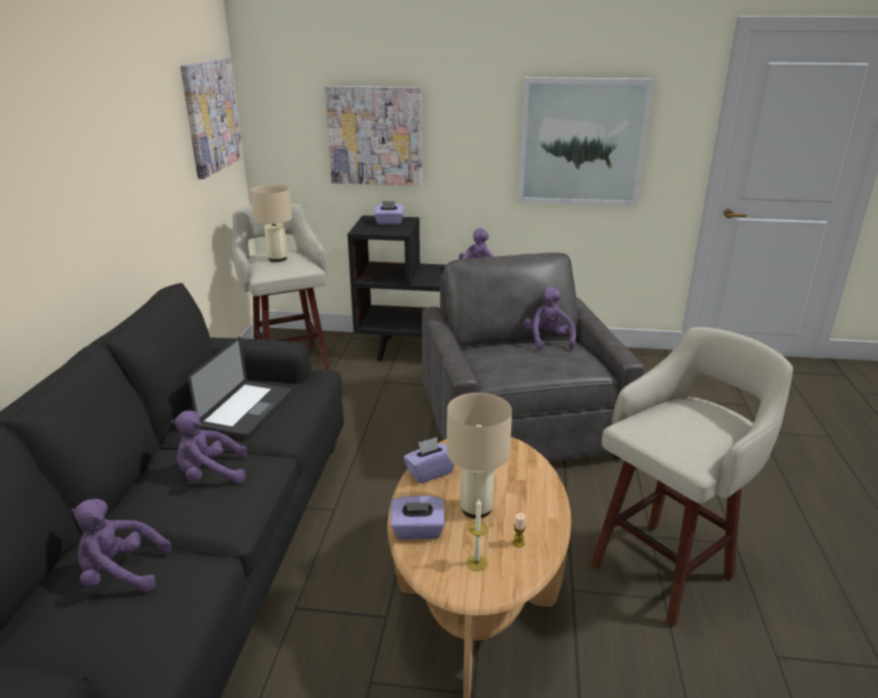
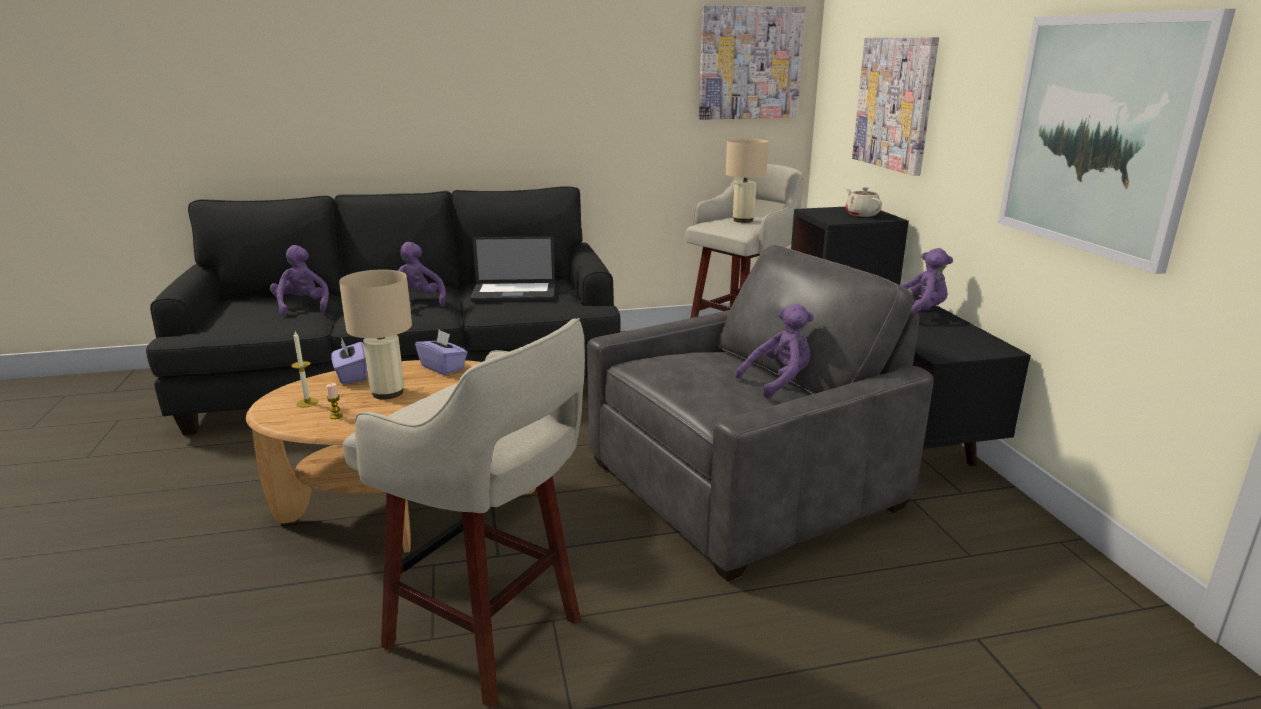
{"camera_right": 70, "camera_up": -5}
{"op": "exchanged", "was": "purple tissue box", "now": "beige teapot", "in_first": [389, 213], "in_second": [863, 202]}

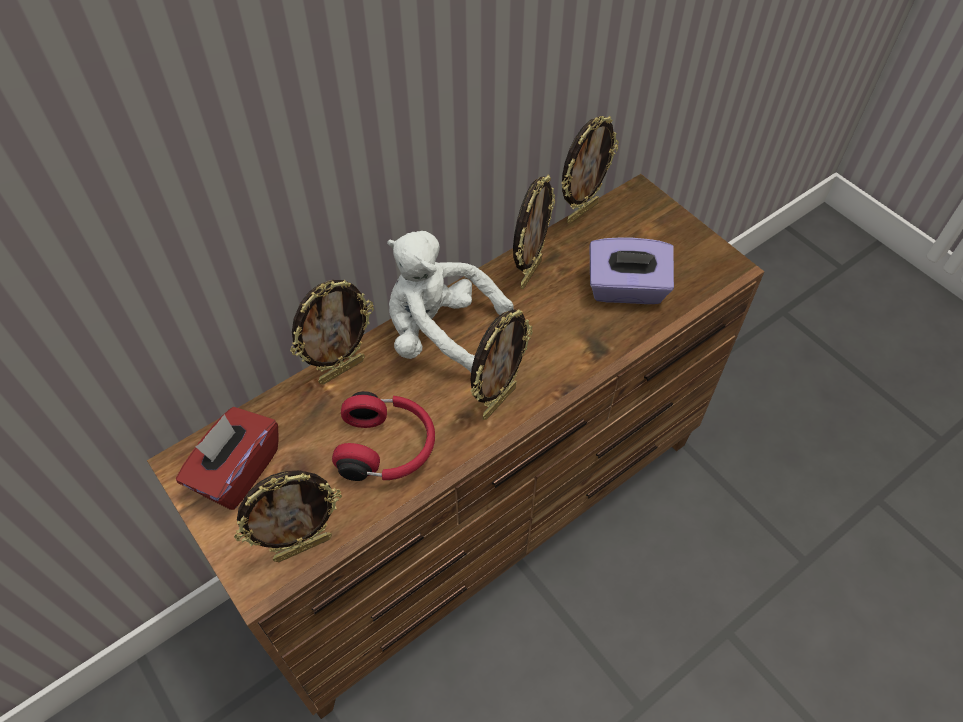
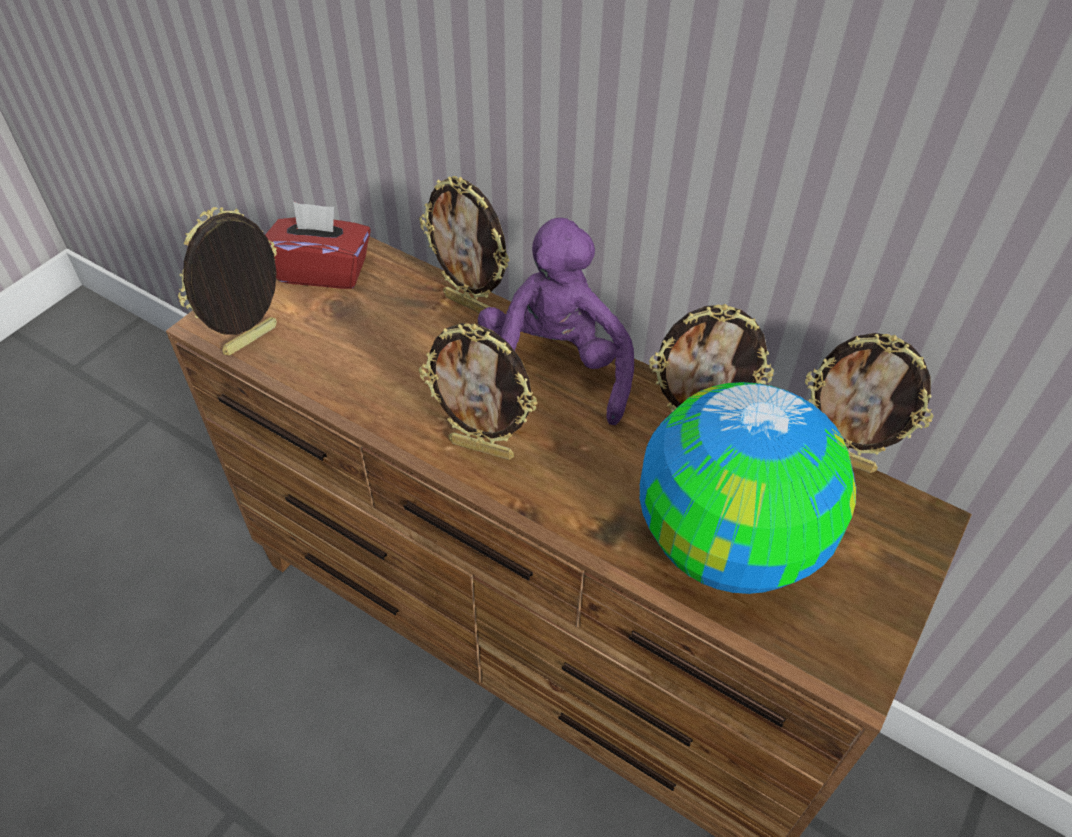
{"camera_right": 70, "camera_up": -5}
{"op": "colour", "was": "white plush toy", "now": "purple plush toy", "in_first": [450, 301], "in_second": [556, 321]}
{"op": "exchanged", "was": "purple tissue box", "now": "globe", "in_first": [631, 271], "in_second": [748, 488]}
{"op": "missing", "was": "red headphones", "in_first": [383, 436]}
{"op": "spun", "was": "picture frame", "in_first": [288, 516], "in_second": [227, 281], "clockwise": 90}

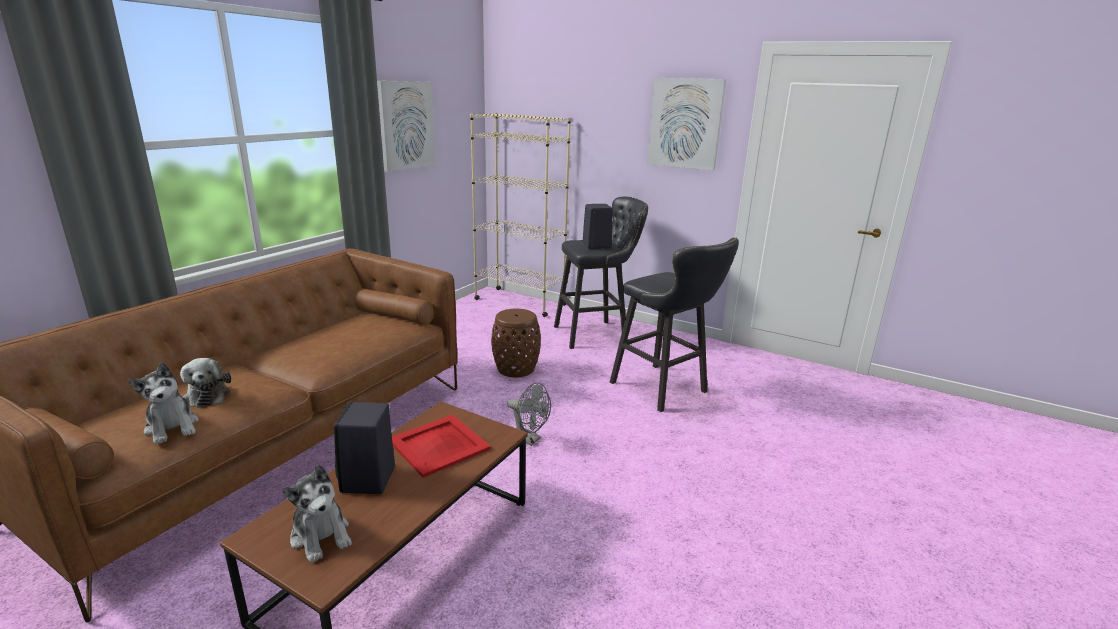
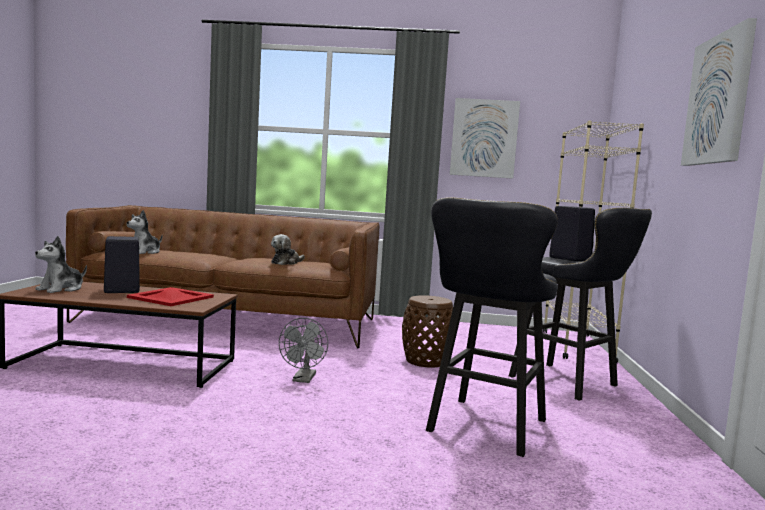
{"camera_right": 65, "camera_up": -15}
{"op": "relocated", "was": "plush toy", "in_first": [205, 383], "in_second": [288, 249]}

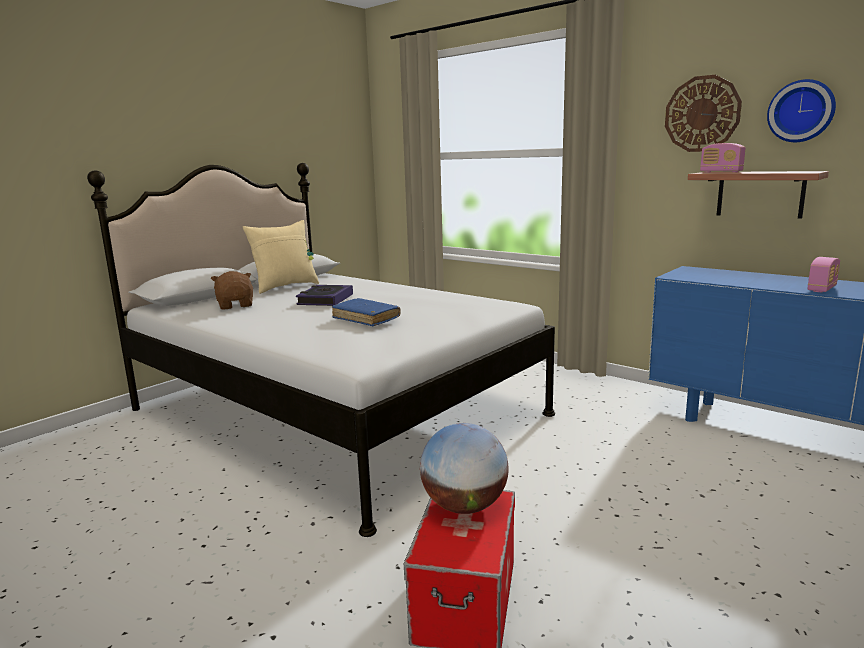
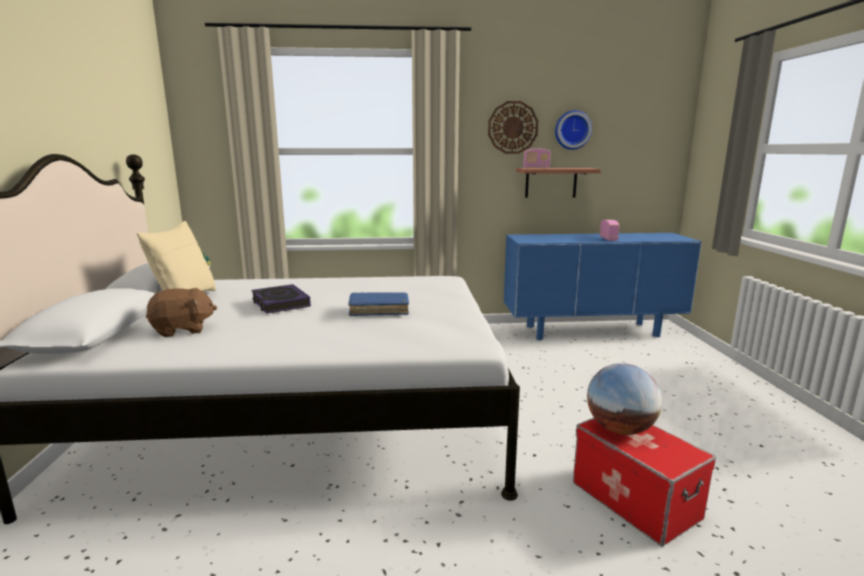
{"camera_right": -45, "camera_up": 0}
{"op": "spun", "was": "brown plush toy", "in_first": [232, 290], "in_second": [181, 312], "clockwise": 135}

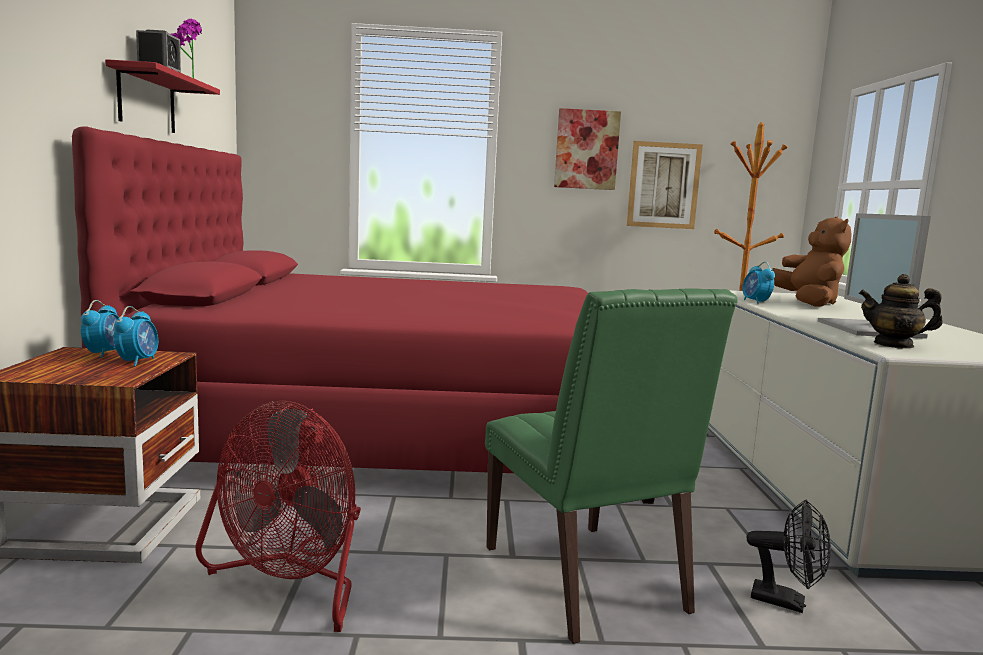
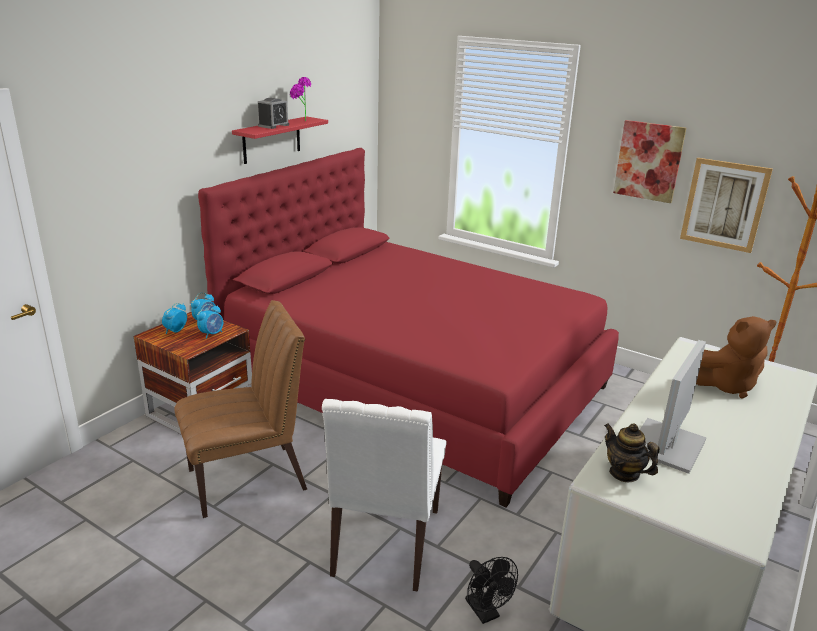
{"camera_right": 35, "camera_up": 15}
{"op": "spun", "was": "brown plush toy", "in_first": [811, 262], "in_second": [736, 357], "clockwise": 45}
{"op": "relocated", "was": "alarm clock", "in_first": [759, 283], "in_second": [174, 318]}
{"op": "colour", "was": "green chair", "now": "white chair", "in_first": [611, 466], "in_second": [384, 495]}
{"op": "exchanged", "was": "red fan", "now": "brown chair", "in_first": [278, 516], "in_second": [241, 409]}

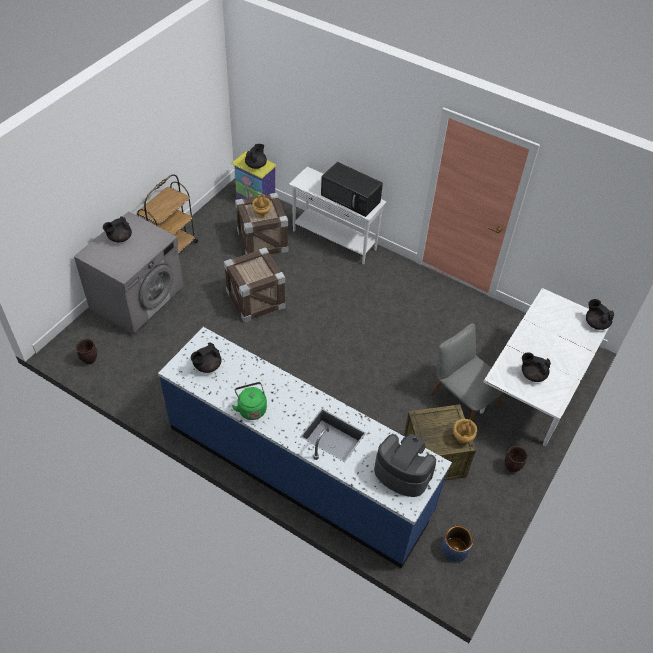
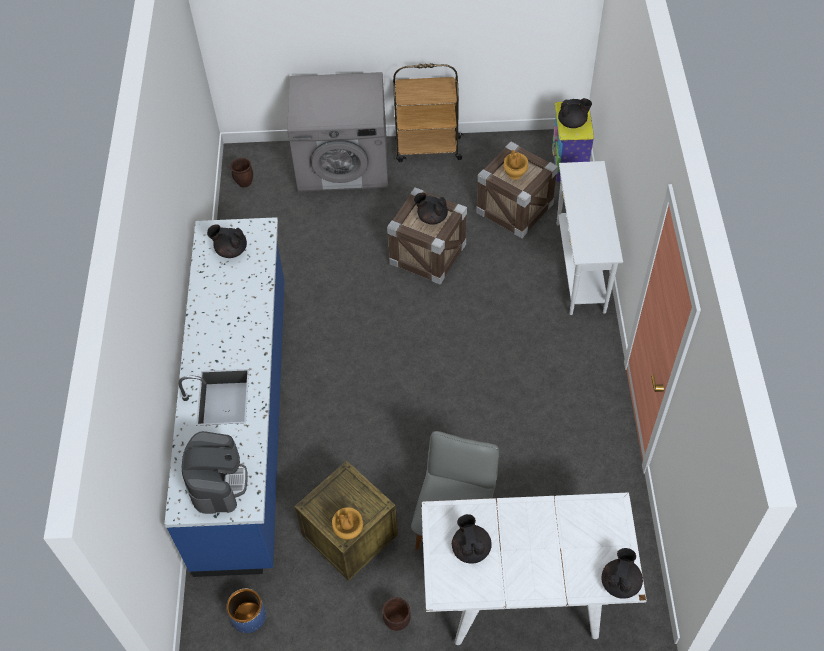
{"camera_right": 60, "camera_up": 5}
{"op": "missing", "was": "black microwave", "in_first": [352, 189]}
{"op": "relocated", "was": "black teapot", "in_first": [117, 229], "in_second": [431, 209]}
{"op": "missing", "was": "green kettle", "in_first": [249, 401]}

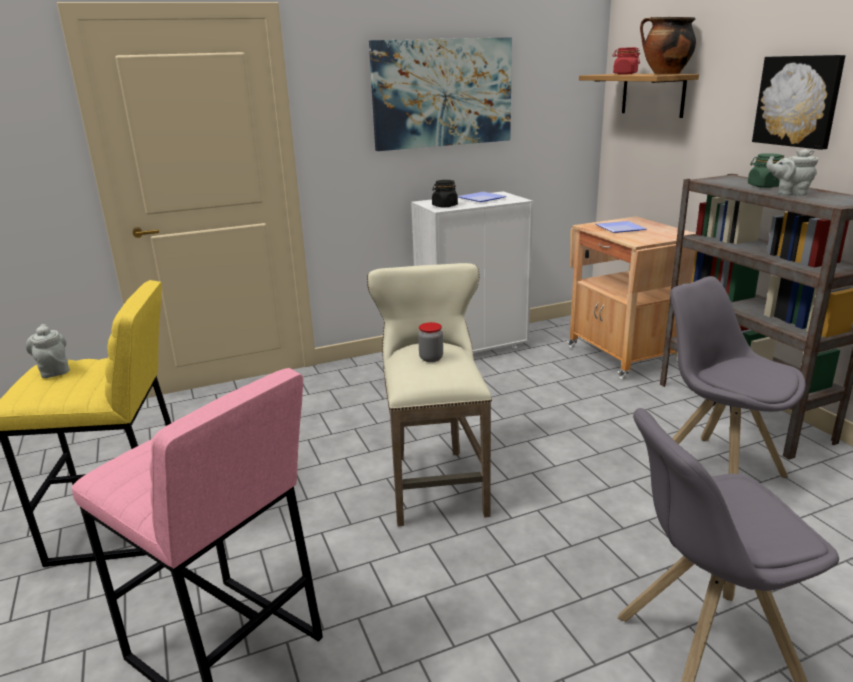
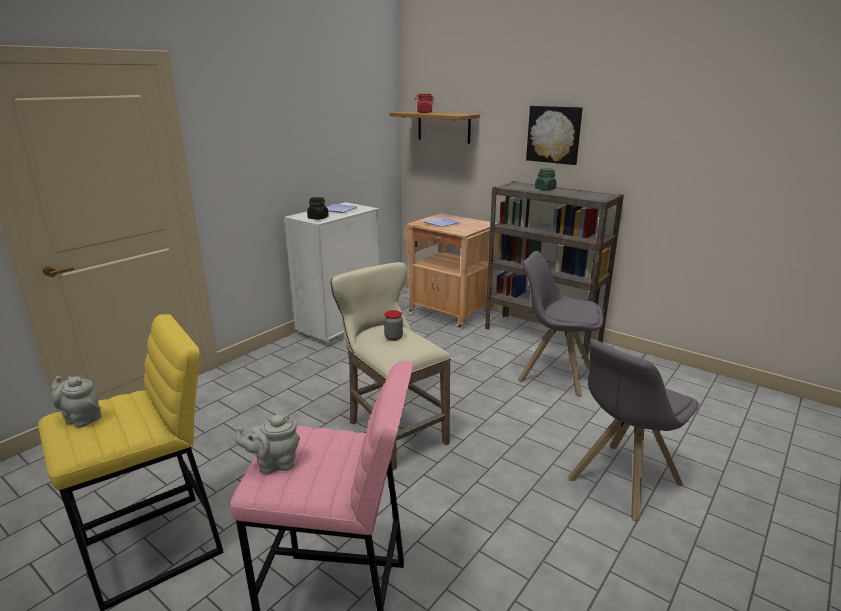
{"camera_right": -30, "camera_up": 0}
{"op": "missing", "was": "cooking pot", "in_first": [668, 45]}
{"op": "missing", "was": "picture", "in_first": [440, 94]}
{"op": "relocated", "was": "grey teapot", "in_first": [792, 172], "in_second": [267, 444]}

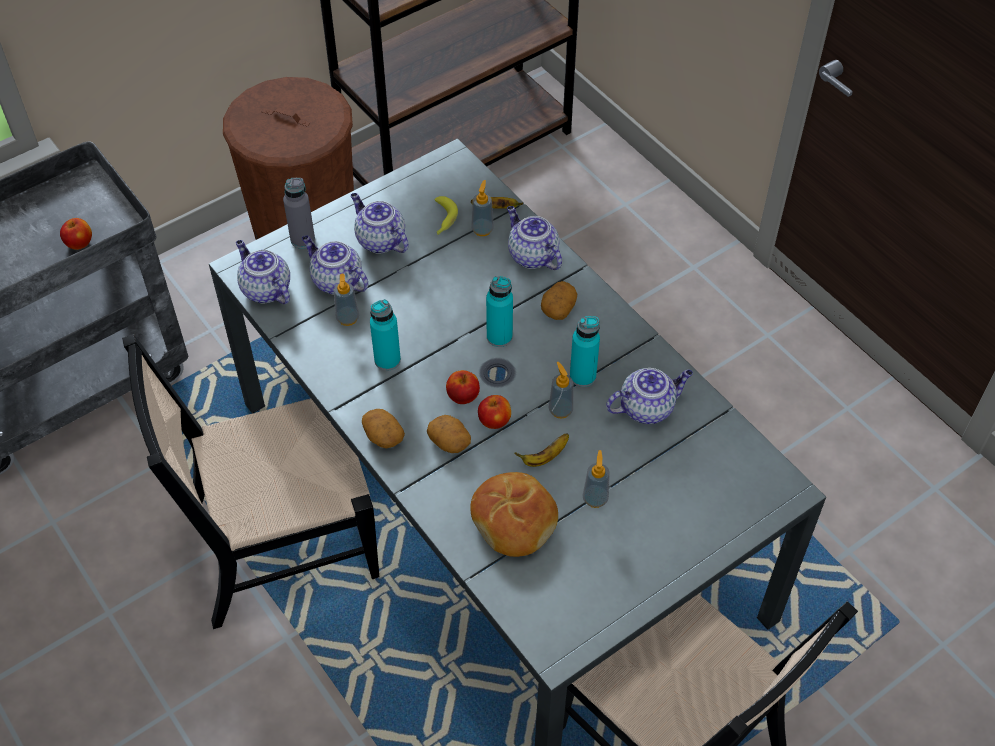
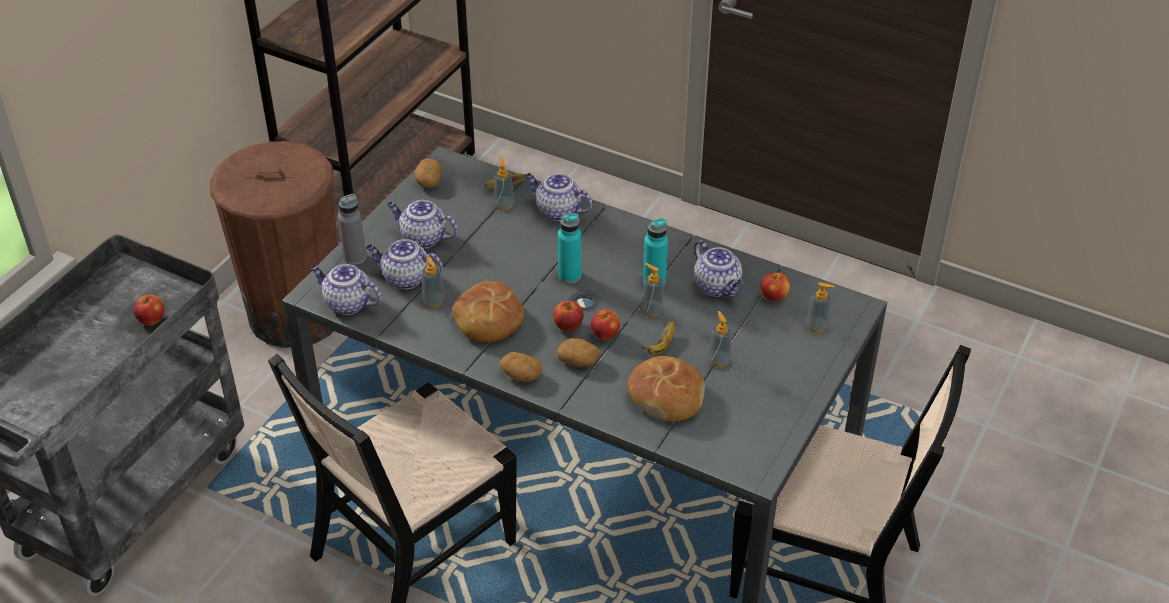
{"camera_right": -25, "camera_up": -10}
{"op": "missing", "was": "banana", "in_first": [446, 215]}
{"op": "relocated", "was": "potato", "in_first": [559, 300], "in_second": [428, 172]}
{"op": "exchanged", "was": "turquoise bottle", "now": "bread", "in_first": [385, 335], "in_second": [488, 311]}
{"op": "spun", "was": "teapot", "in_first": [649, 396], "in_second": [719, 268], "clockwise": 105}
{"op": "appeared", "now": "apple", "in_second": [775, 287]}
{"op": "appeared", "now": "soap dispenser", "in_second": [820, 307]}

